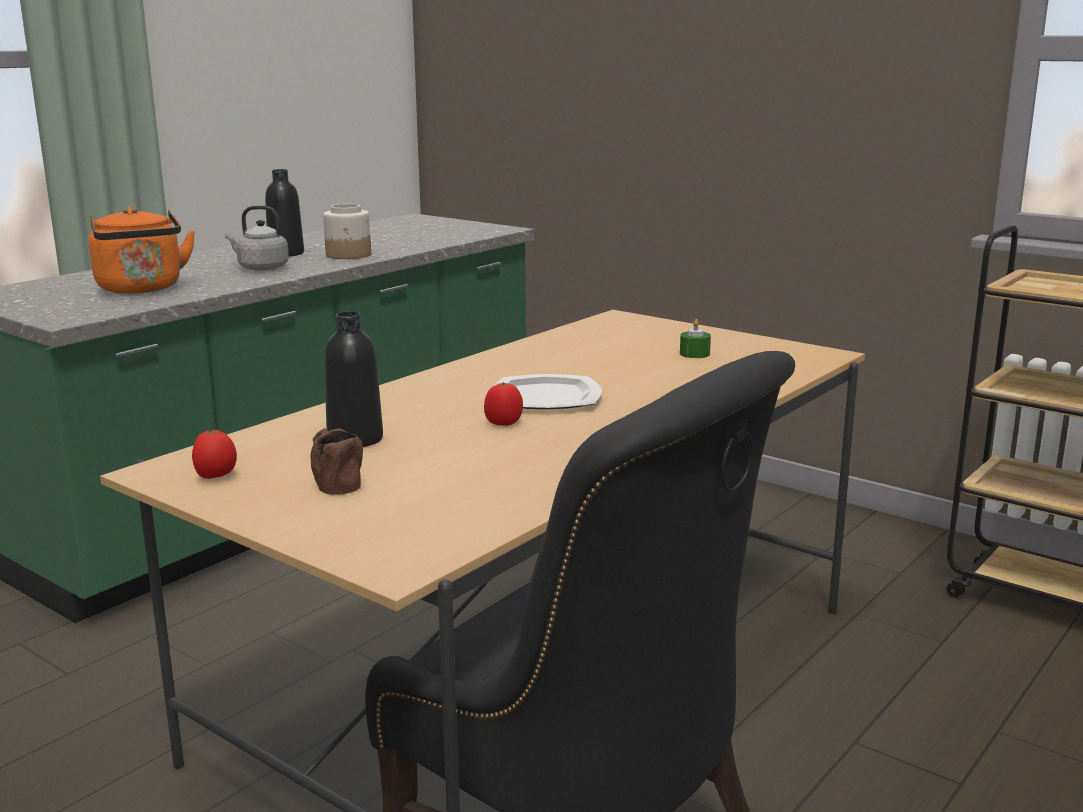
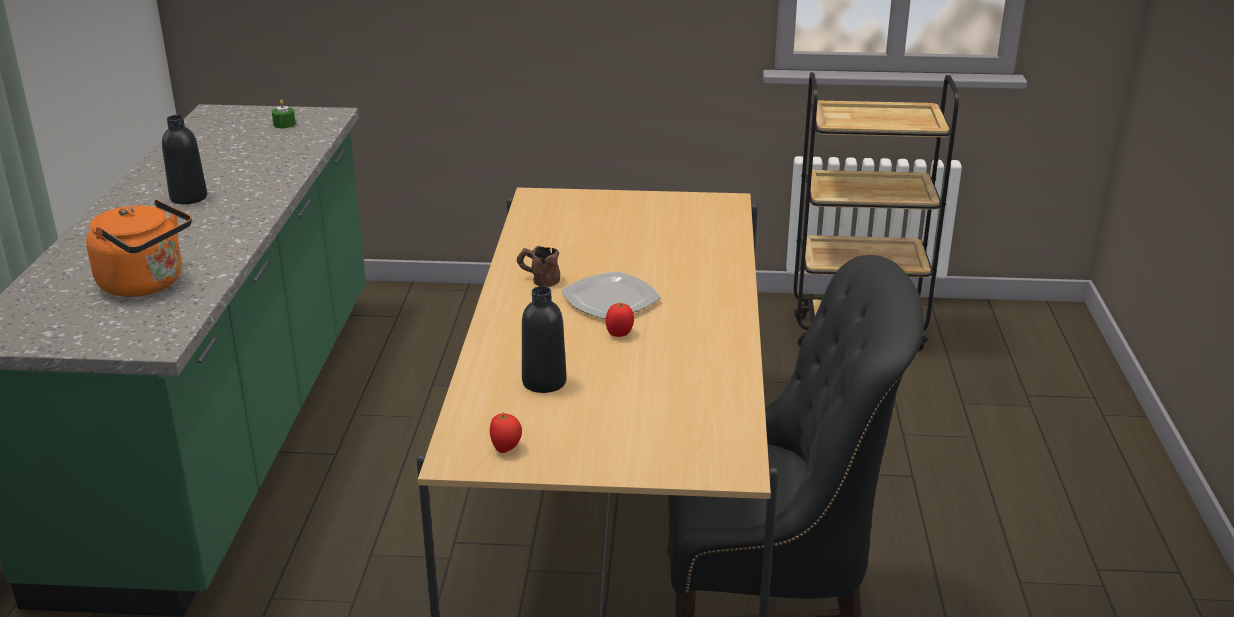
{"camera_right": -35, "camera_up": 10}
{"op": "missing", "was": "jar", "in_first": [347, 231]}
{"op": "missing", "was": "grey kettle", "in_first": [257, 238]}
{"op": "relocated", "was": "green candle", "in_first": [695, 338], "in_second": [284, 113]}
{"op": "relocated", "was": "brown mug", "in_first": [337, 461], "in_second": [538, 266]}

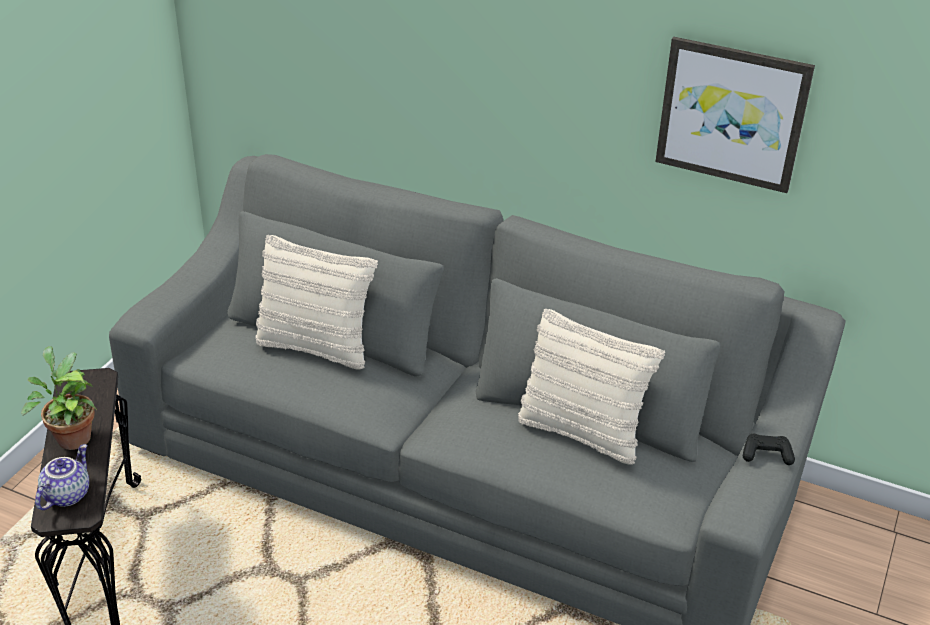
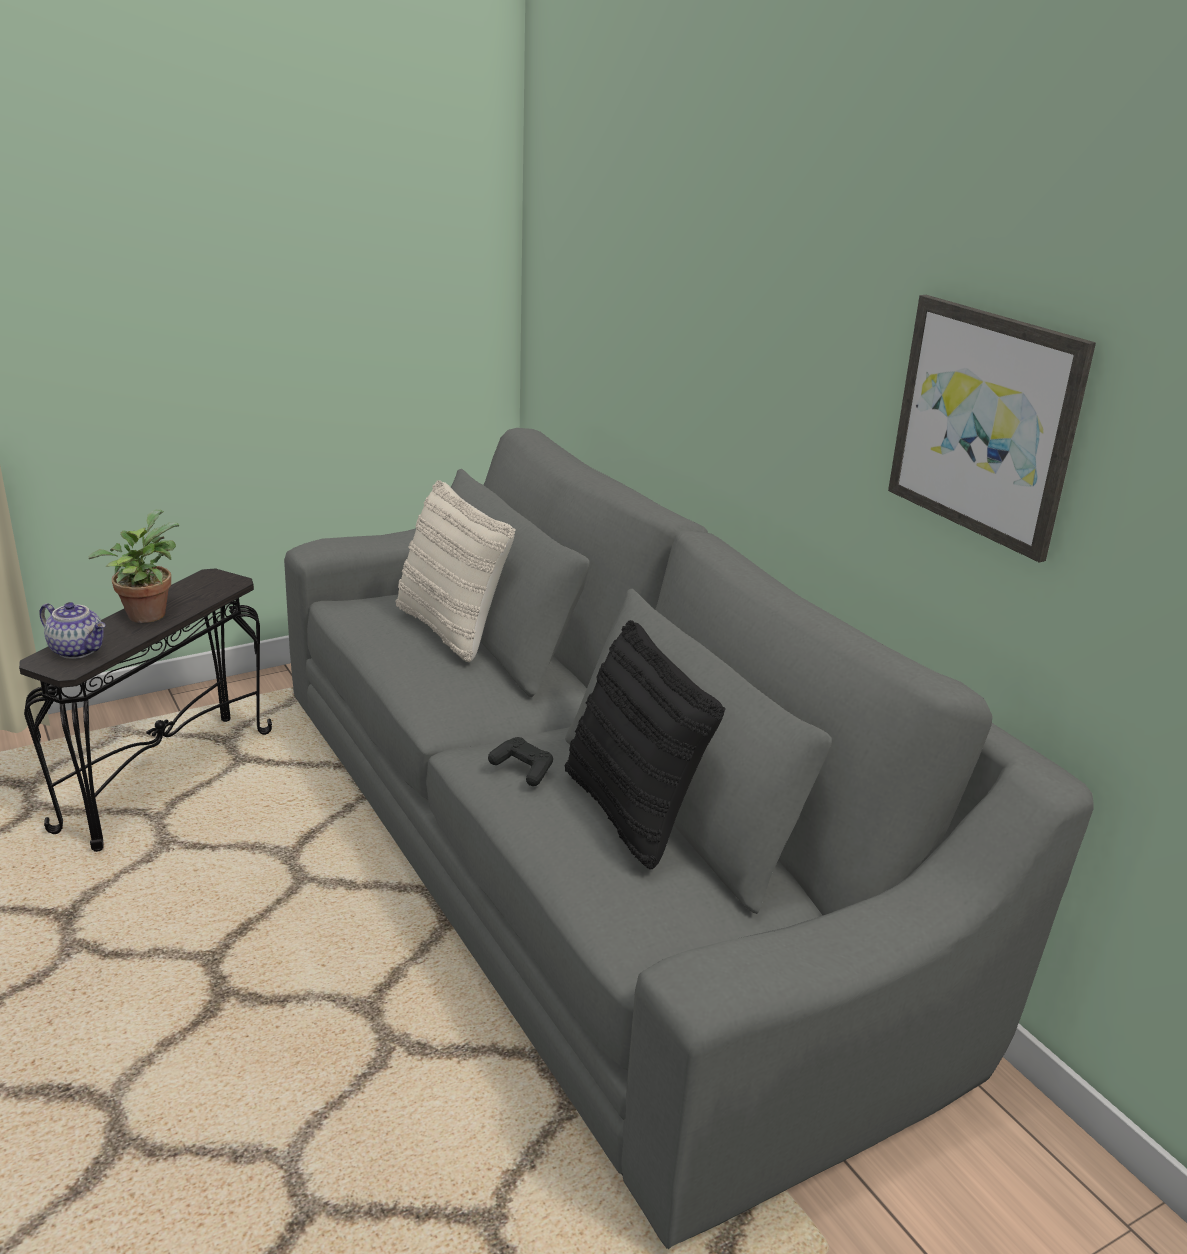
{"camera_right": 35, "camera_up": -10}
{"op": "colour", "was": "beige pillow", "now": "black pillow", "in_first": [591, 387], "in_second": [645, 744]}
{"op": "relocated", "was": "black game controller", "in_first": [769, 449], "in_second": [520, 761]}
{"op": "spun", "was": "teapot", "in_first": [62, 477], "in_second": [72, 630], "clockwise": 60}

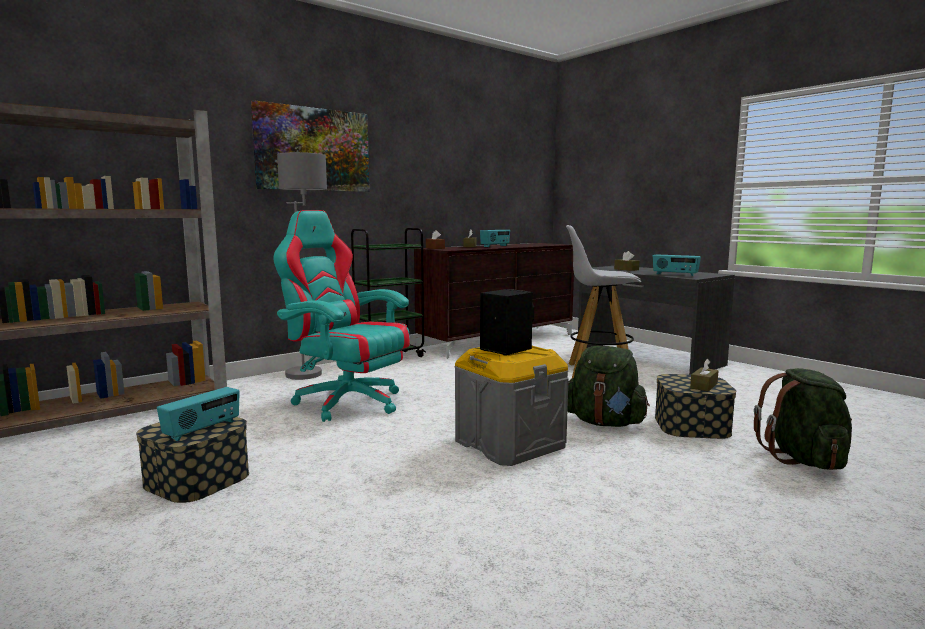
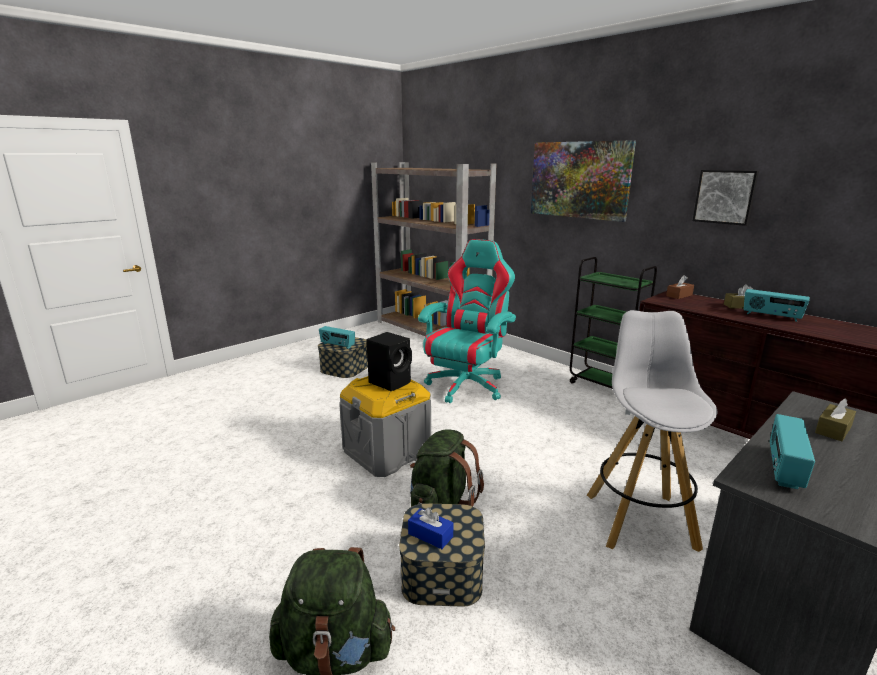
{"camera_right": 85, "camera_up": 10}
{"op": "missing", "was": "grey floor lamp", "in_first": [302, 266]}
{"op": "colour", "was": "brown tissue box", "now": "blue tissue box", "in_first": [704, 375], "in_second": [430, 528]}
{"op": "appeared", "now": "picture", "in_second": [726, 198]}

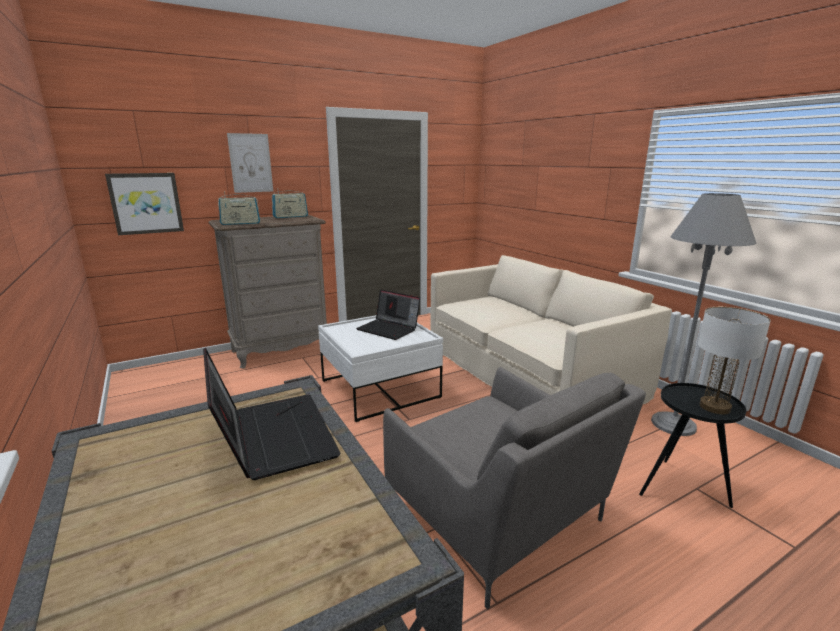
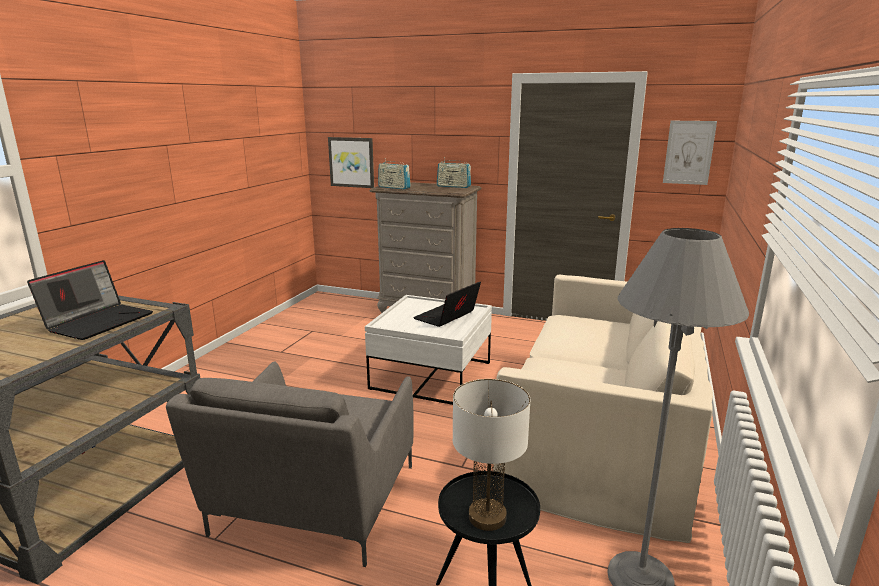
{"camera_right": 50, "camera_up": 0}
{"op": "relocated", "was": "picture", "in_first": [250, 163], "in_second": [690, 153]}
{"op": "spun", "was": "laptop", "in_first": [388, 315], "in_second": [447, 304], "clockwise": 45}

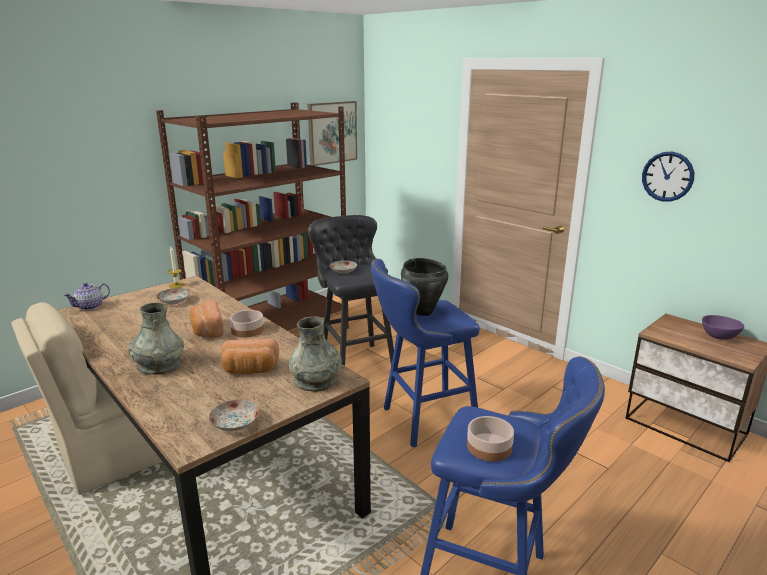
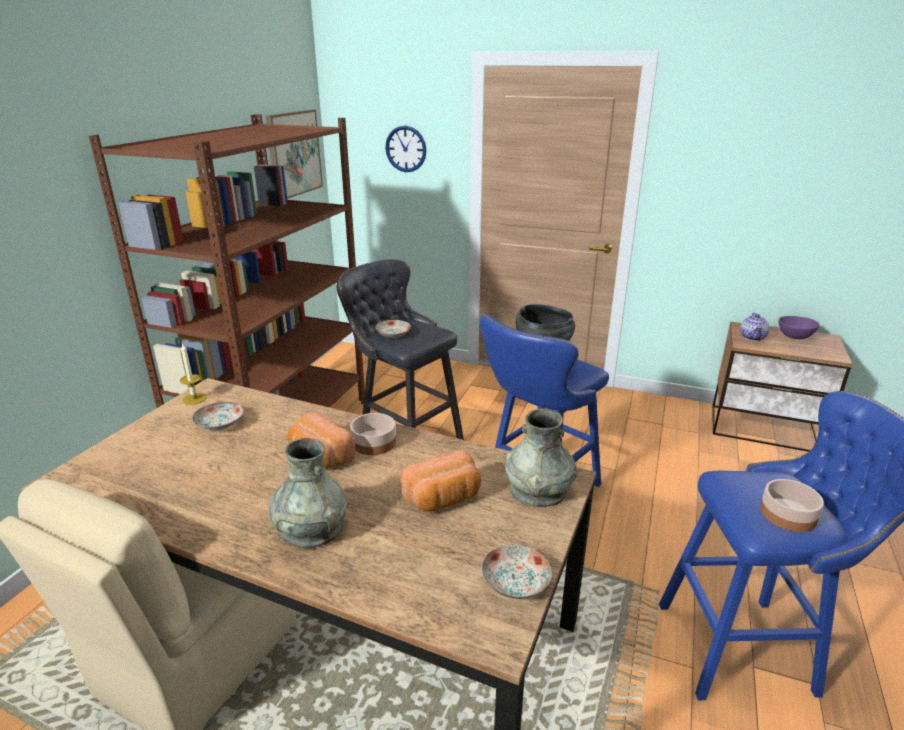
{"camera_right": -25, "camera_up": 5}
{"op": "relocated", "was": "wall clock", "in_first": [668, 176], "in_second": [406, 149]}
{"op": "relocated", "was": "teapot", "in_first": [86, 296], "in_second": [754, 327]}

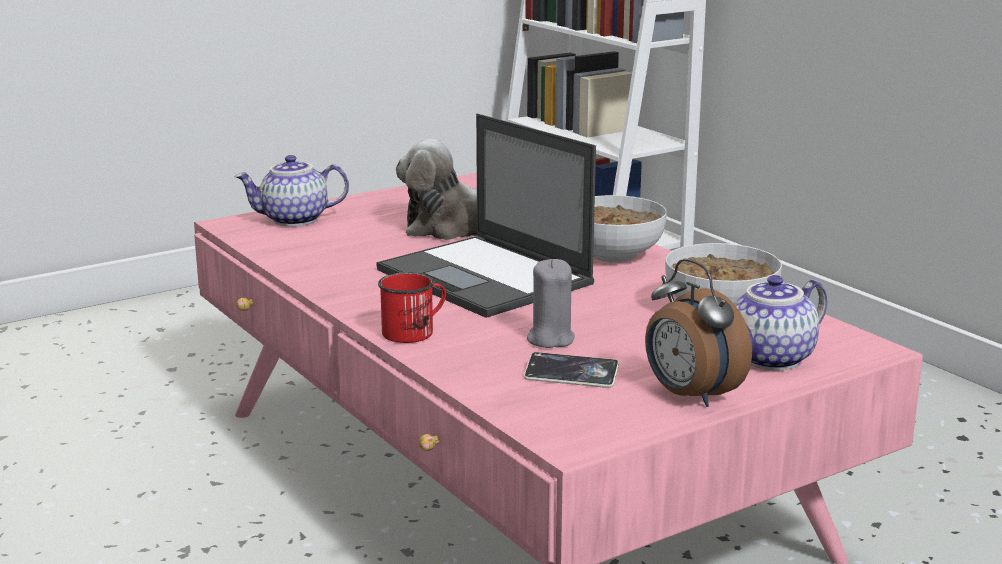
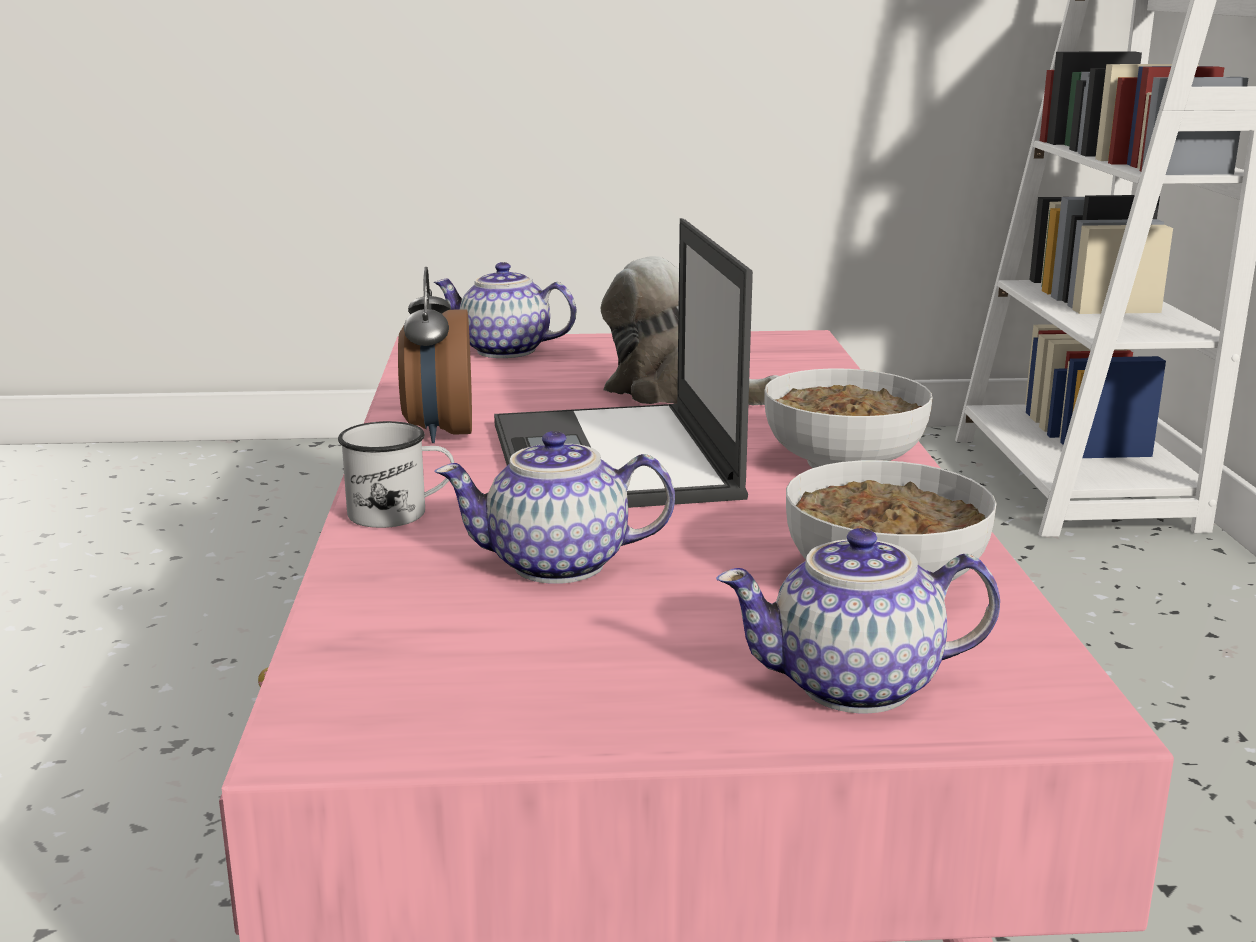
{"camera_right": 30, "camera_up": 0}
{"op": "exchanged", "was": "grey candle", "now": "teapot", "in_first": [551, 303], "in_second": [554, 507]}
{"op": "relocated", "was": "alarm clock", "in_first": [698, 333], "in_second": [435, 355]}
{"op": "colour", "was": "red mug", "now": "white mug", "in_first": [412, 307], "in_second": [396, 474]}
{"op": "missing", "was": "phone", "in_first": [571, 370]}

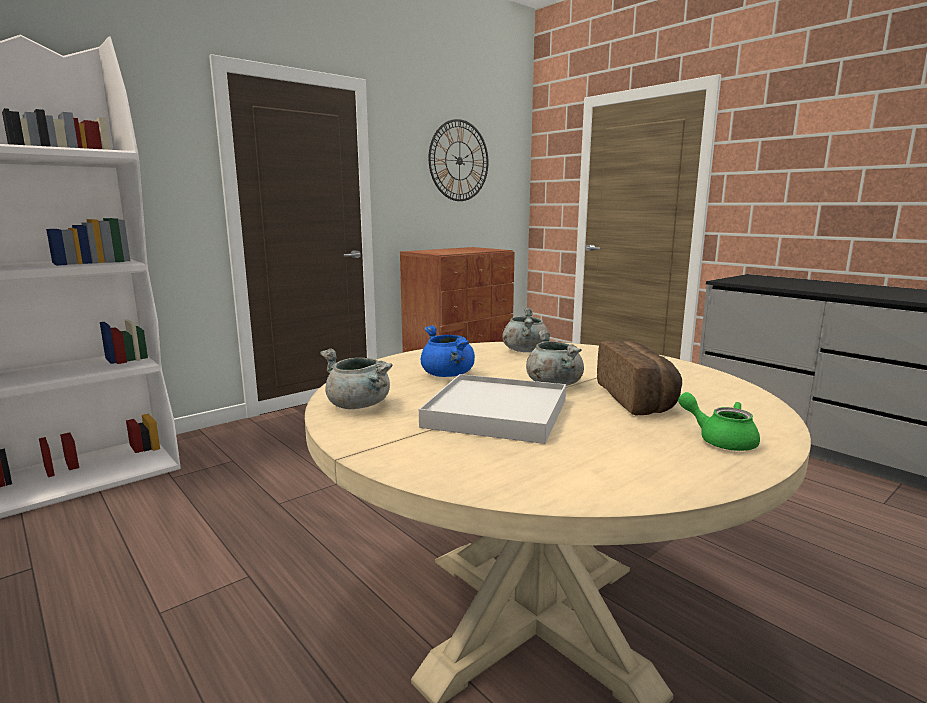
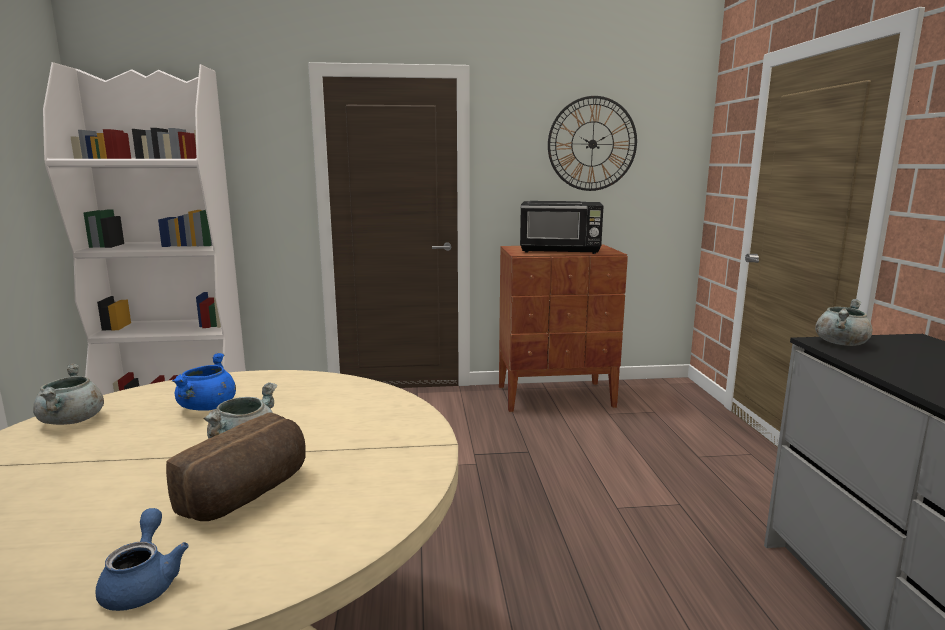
{"camera_right": 35, "camera_up": 0}
{"op": "relocated", "was": "grey cooking pot", "in_first": [525, 330], "in_second": [843, 322]}
{"op": "missing", "was": "white tray", "in_first": [492, 409]}
{"op": "colour", "was": "green teapot", "now": "blue teapot", "in_first": [719, 421], "in_second": [142, 559]}
{"op": "appeared", "now": "black microwave", "in_second": [561, 227]}

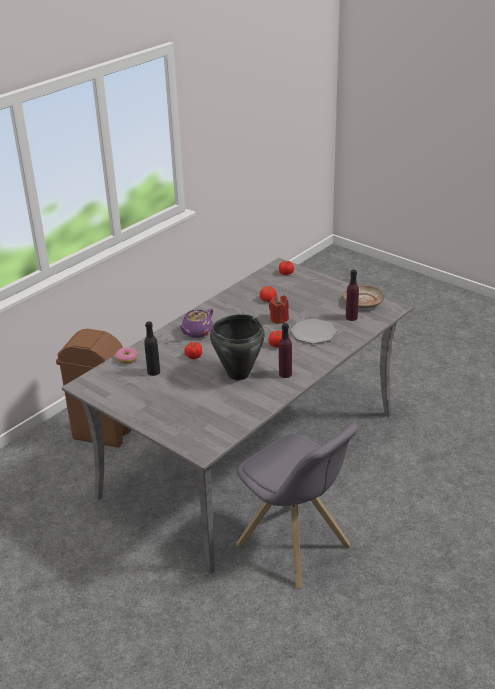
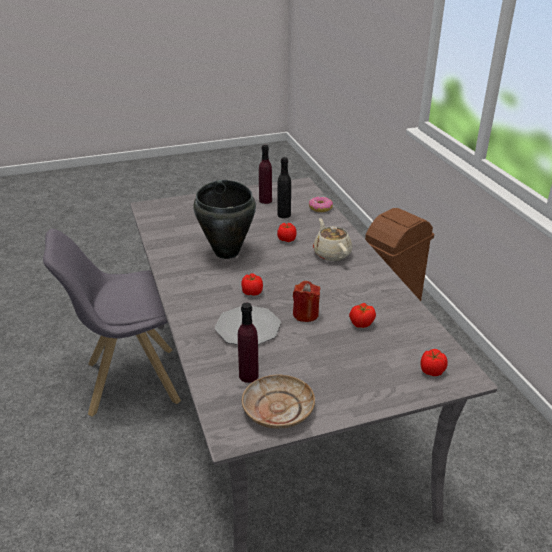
{"camera_right": 120, "camera_up": 0}
{"op": "colour", "was": "purple teapot", "now": "beige teapot", "in_first": [196, 323], "in_second": [332, 239]}
{"op": "relocated", "was": "purple bottle", "in_first": [285, 350], "in_second": [265, 174]}

